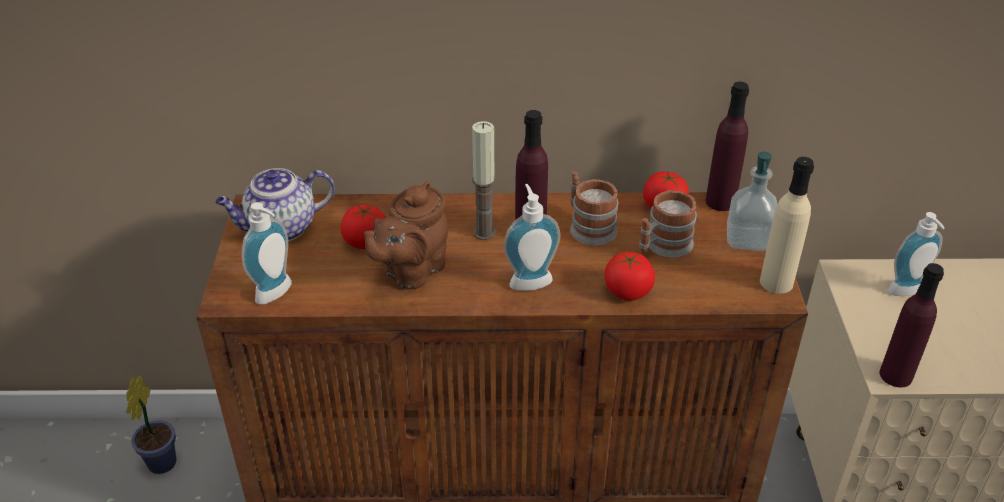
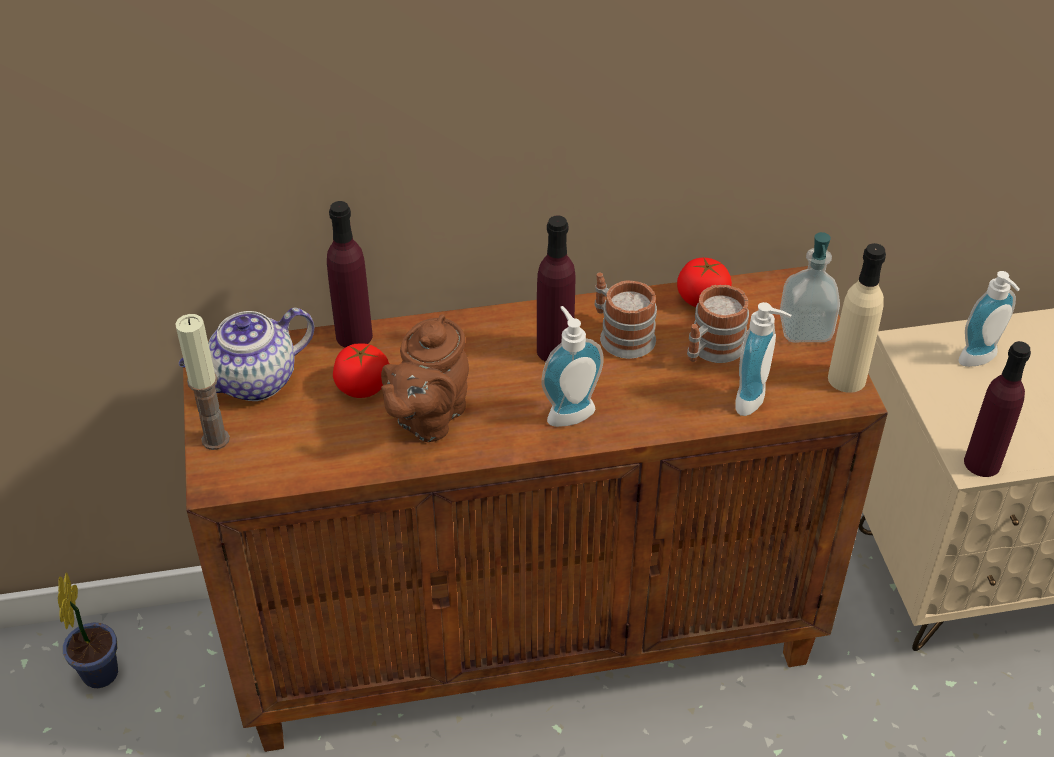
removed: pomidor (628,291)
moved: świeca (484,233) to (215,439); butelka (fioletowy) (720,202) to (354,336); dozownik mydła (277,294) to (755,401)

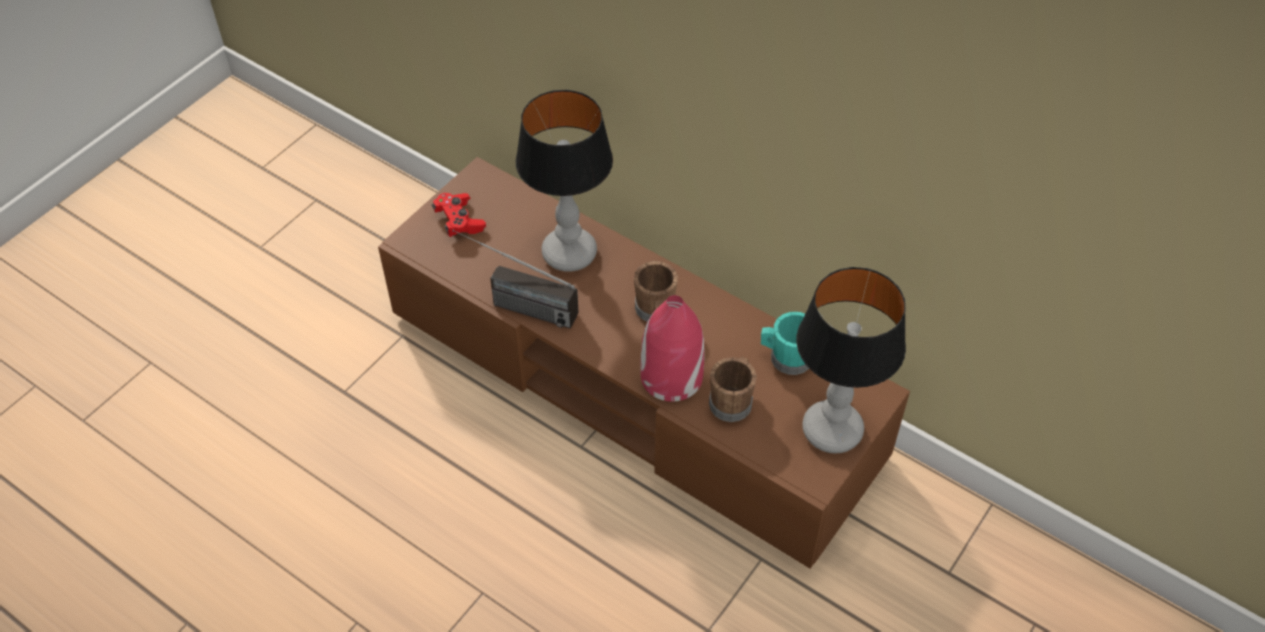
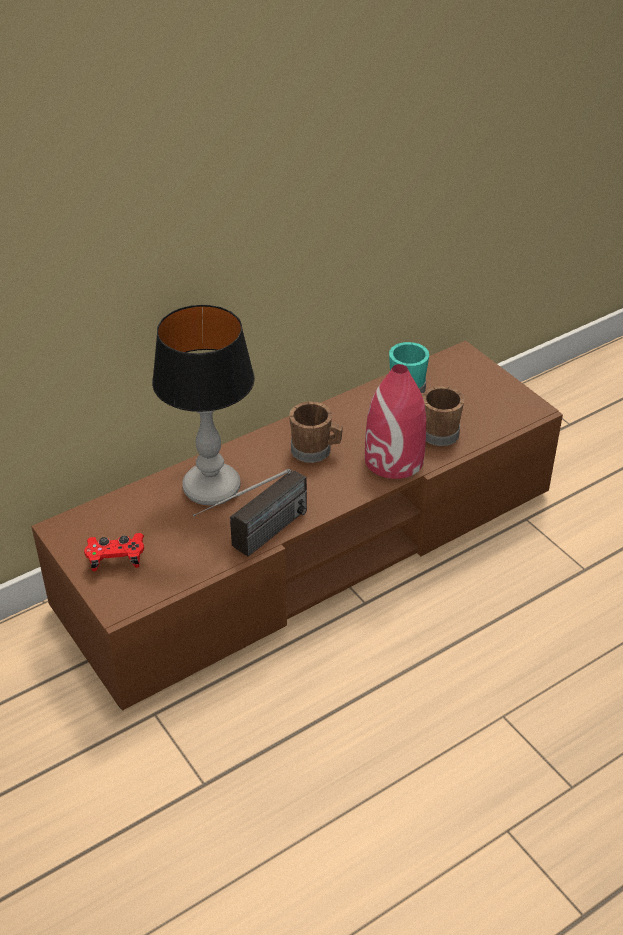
removed: lampa stołowa (831,429)

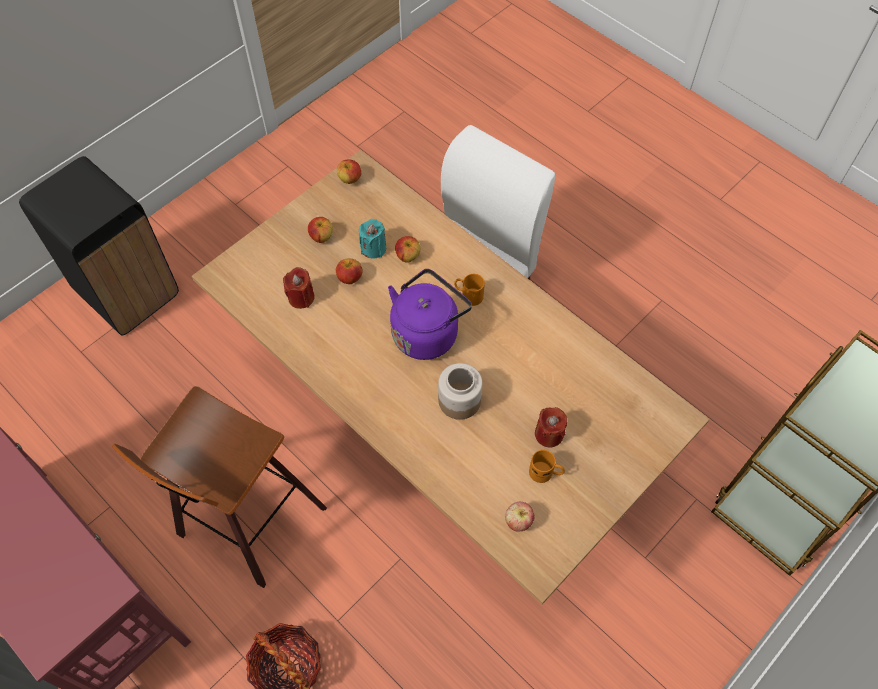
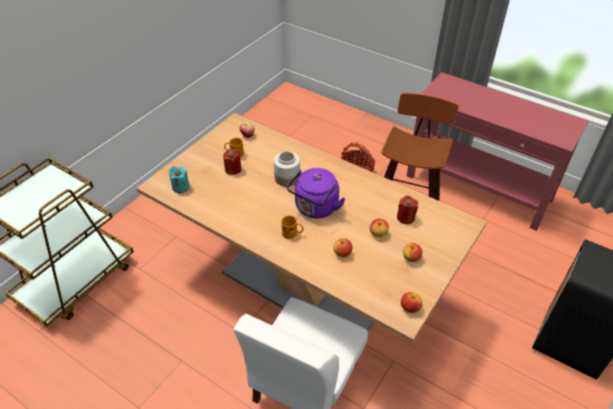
moved: świeca (turkusowy) (373,248) to (180,187)

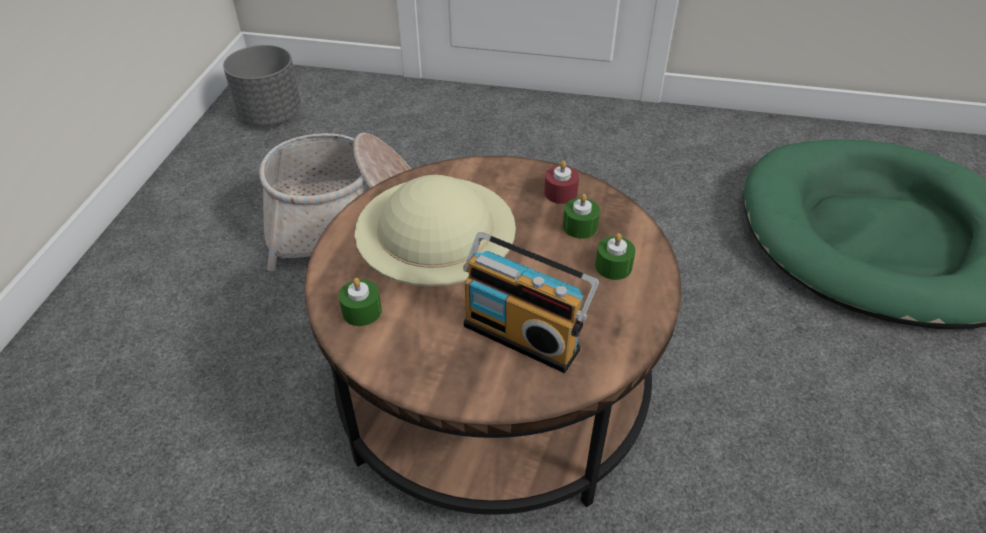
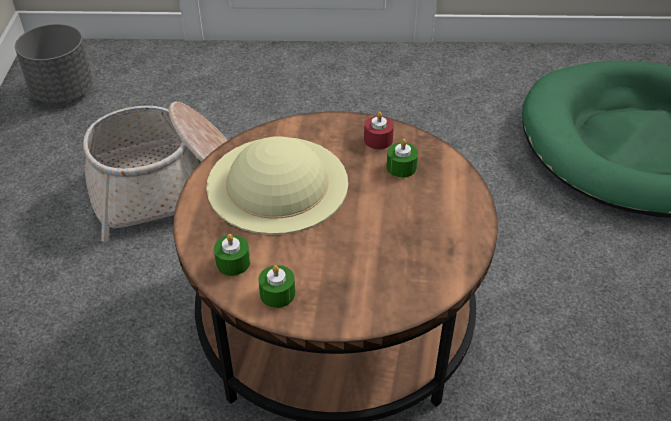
removed: radio (524,334)
moved: świeca (zielony) (613,266) to (277,293)

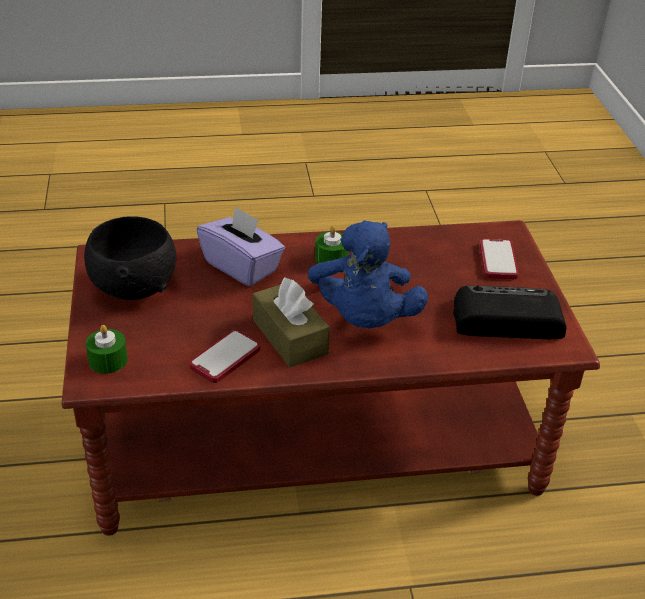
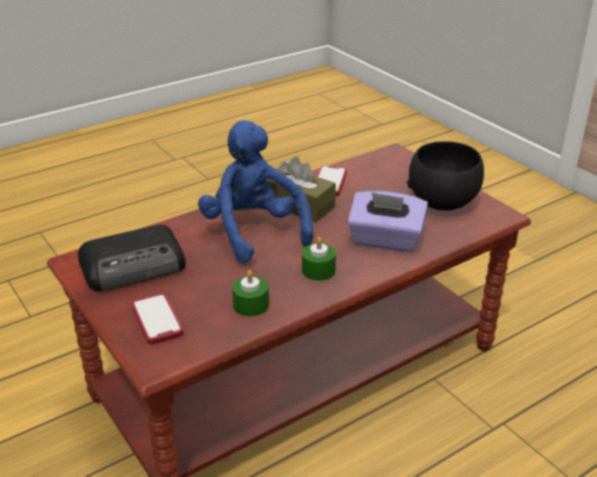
moved: świeca (zielony) (108,360) to (251,305)

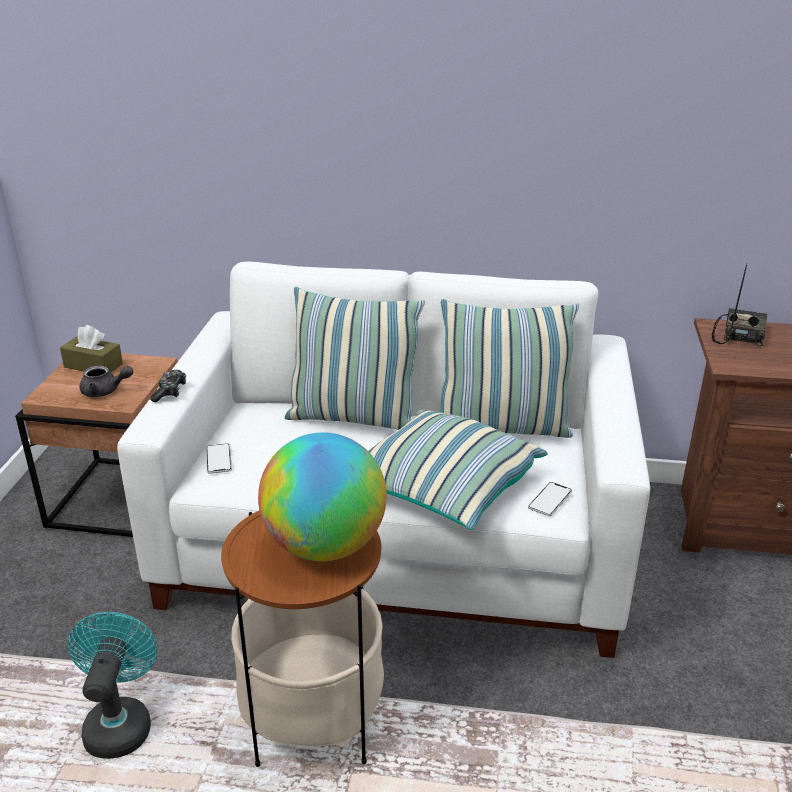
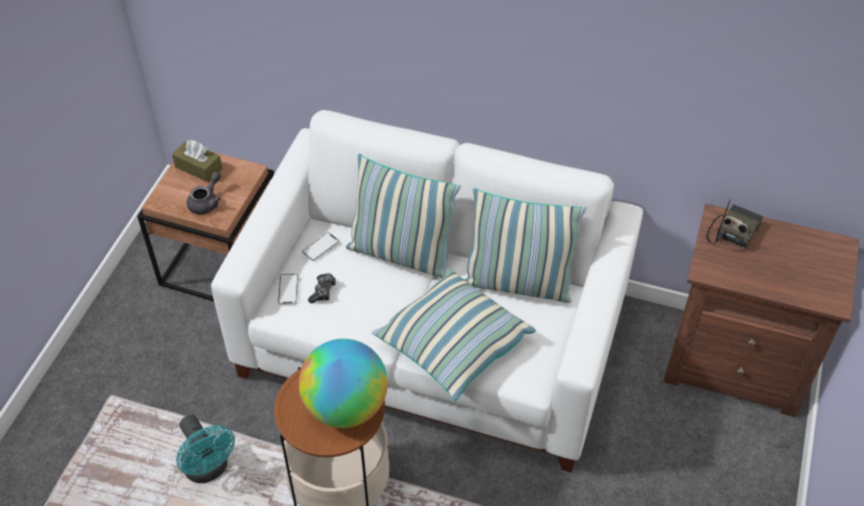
moved: telefon (550,500) to (320,247); pad do gier (170,392) to (323,291)
turned: wentylator (turkusowy) (120,722) = (209,469) 135 degrees clockwise; imbryk (szary) (105,391) = (206,202) 75 degrees counterclockwise

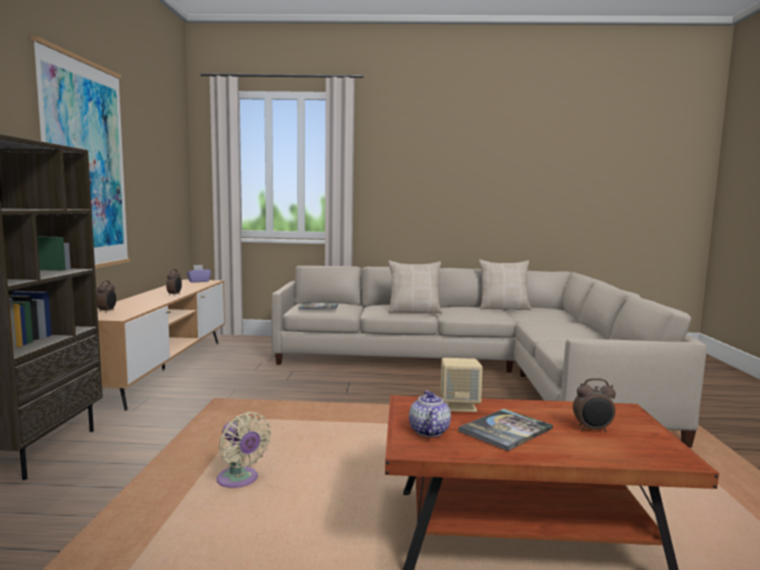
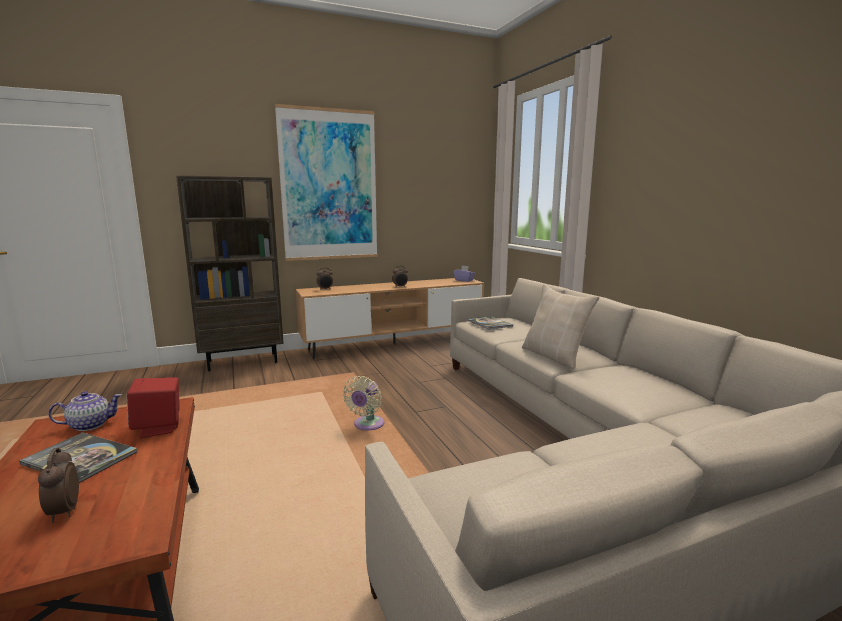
removed: poduszka (beżowy) (503,308)
moved: wentylator (beżowy) (239,480) to (367,425)
recoloured: głośnik (beżowy) (459,406) to głośnik (czerwony) (159,428)

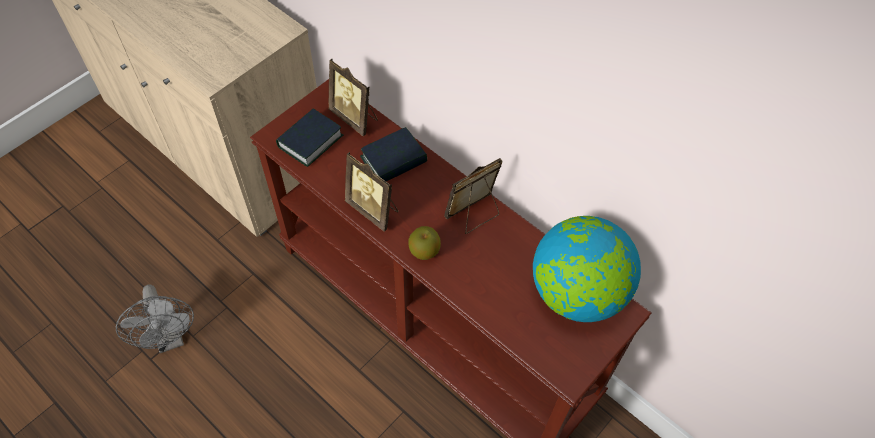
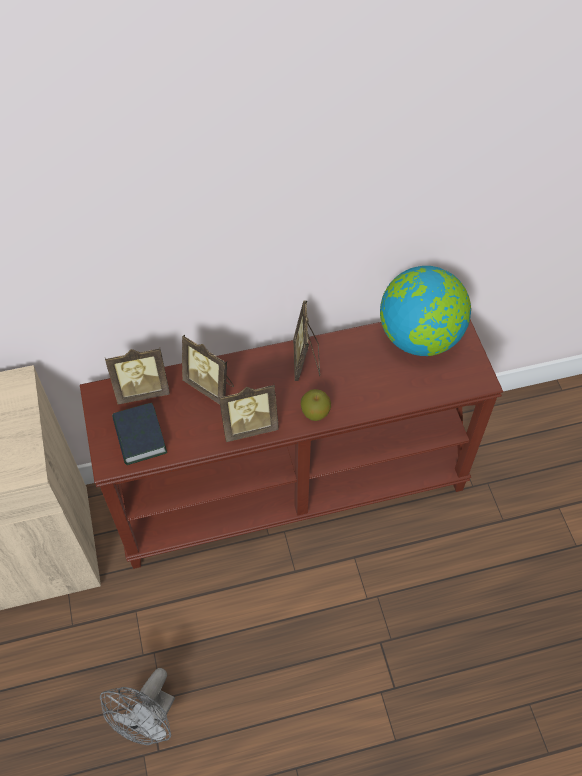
replaced: książka (394,160) to ramka na zdjęcie (210,386)
turned: wentylator (szary) (170,338) = (149,721) 105 degrees clockwise

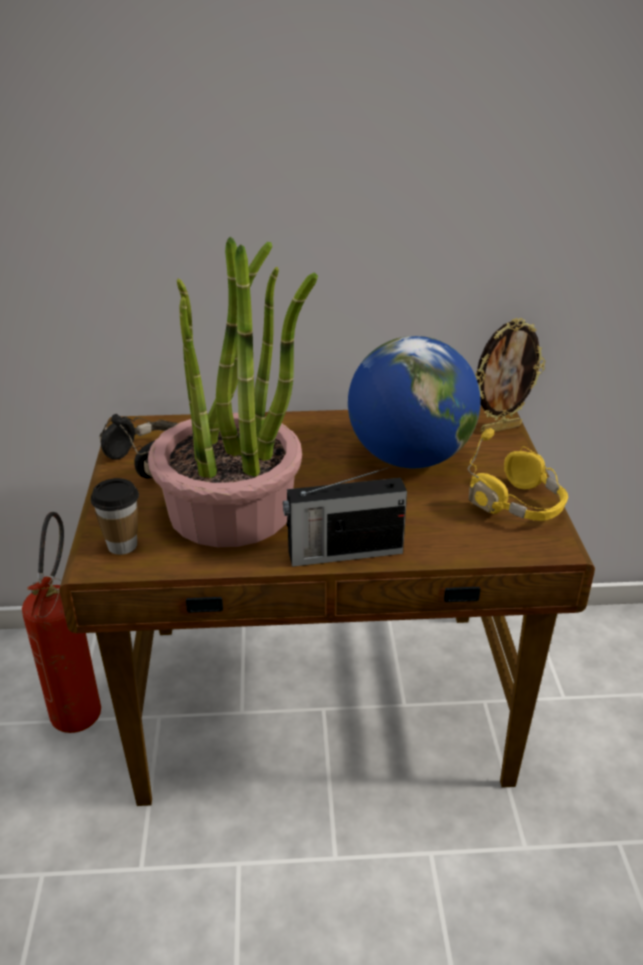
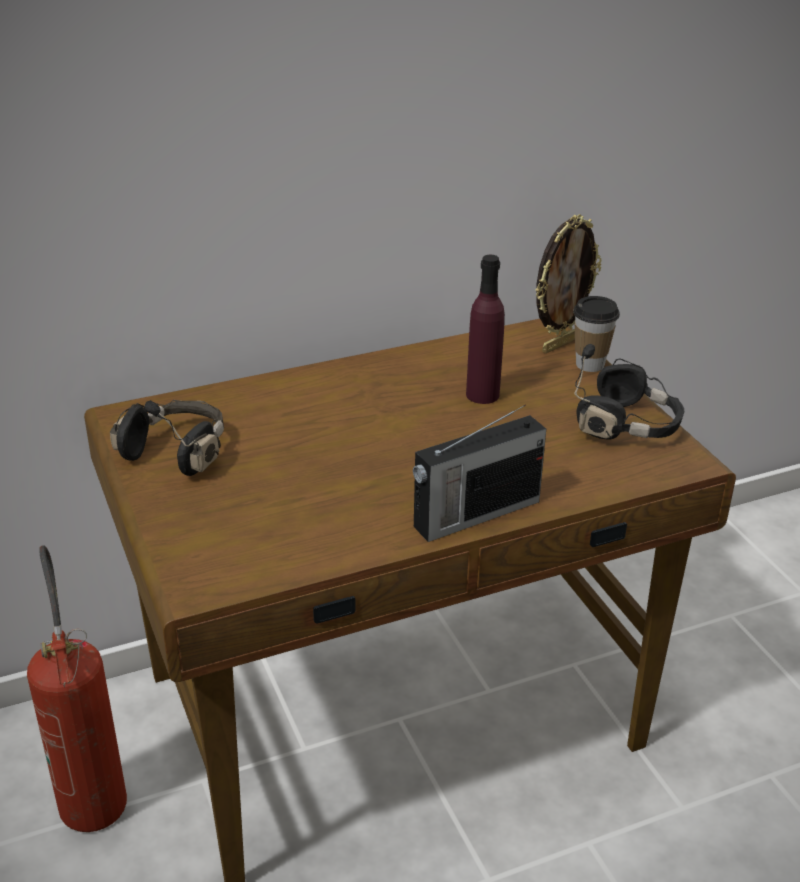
removed: roślina doniczkowa (232,510)
moved: filiżanka (122,545) to (590,364)
replaced: globus (410,458) to butelka (fioletowy) (482,394)
recoloured: słuchawki (żółty) (518,506) to słuchawki (czarny) (628,426)

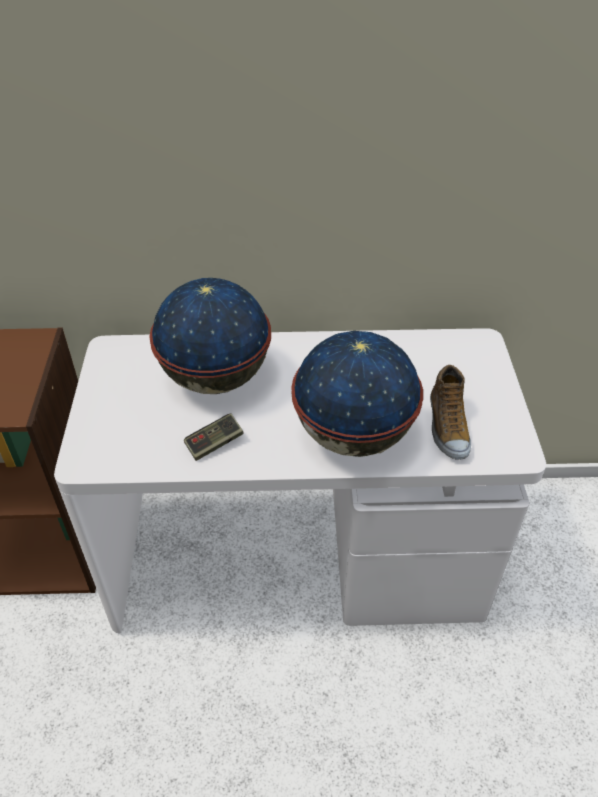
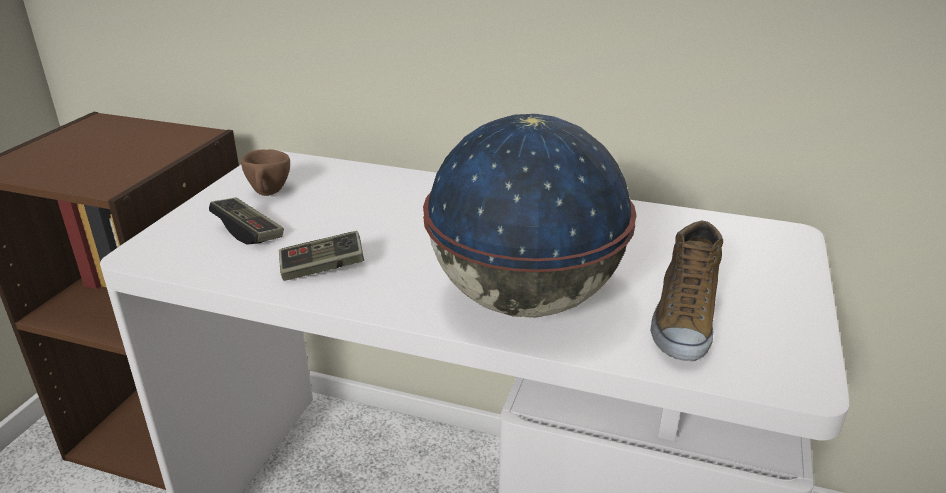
removed: globus (215,377)
added: pad do gier (248,231); filiżanka (brązowy) (269,194)

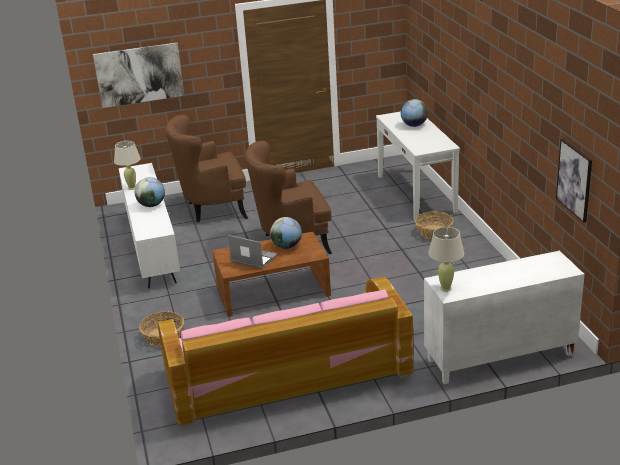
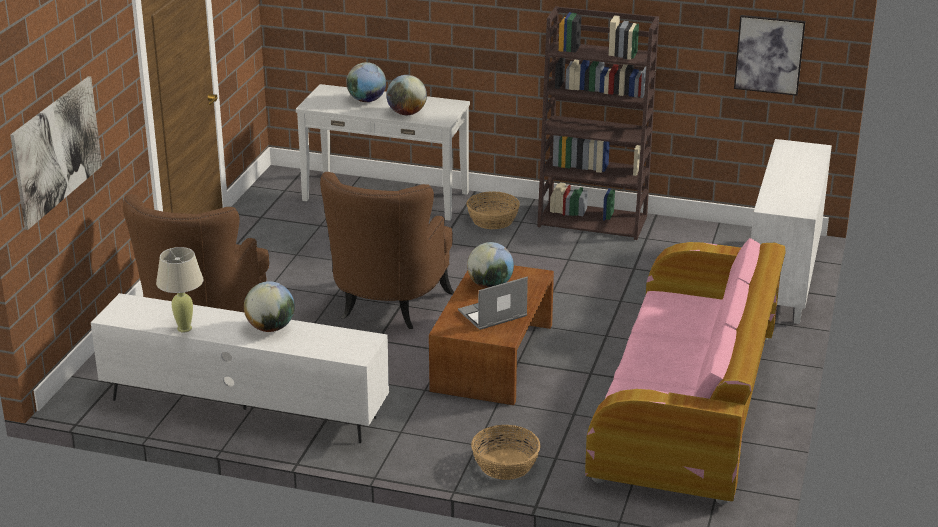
removed: lampa stołowa (beżowy) (446,288)
added: globus (407,113); regał (brązowy) (593,221)

